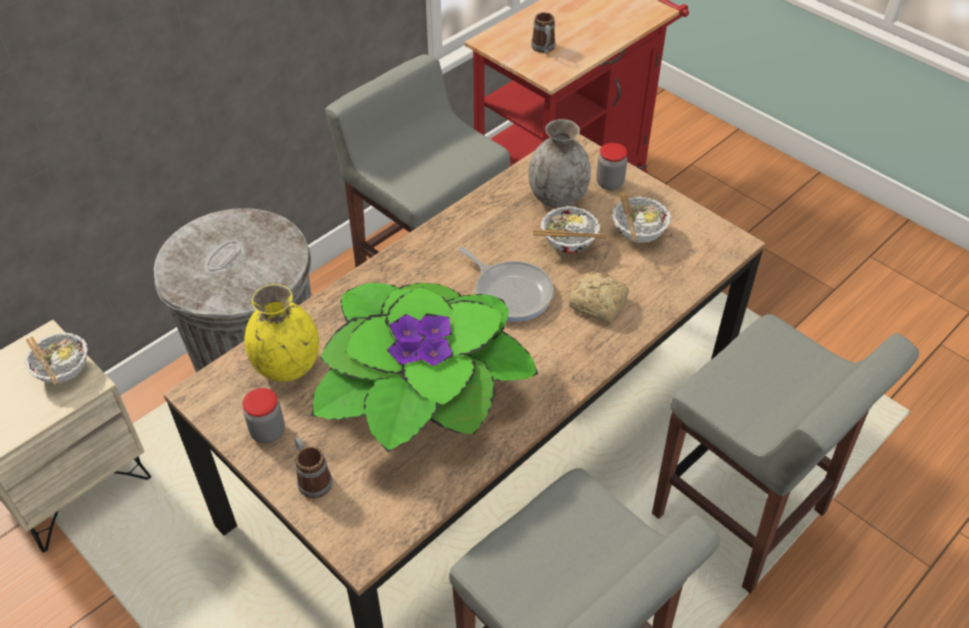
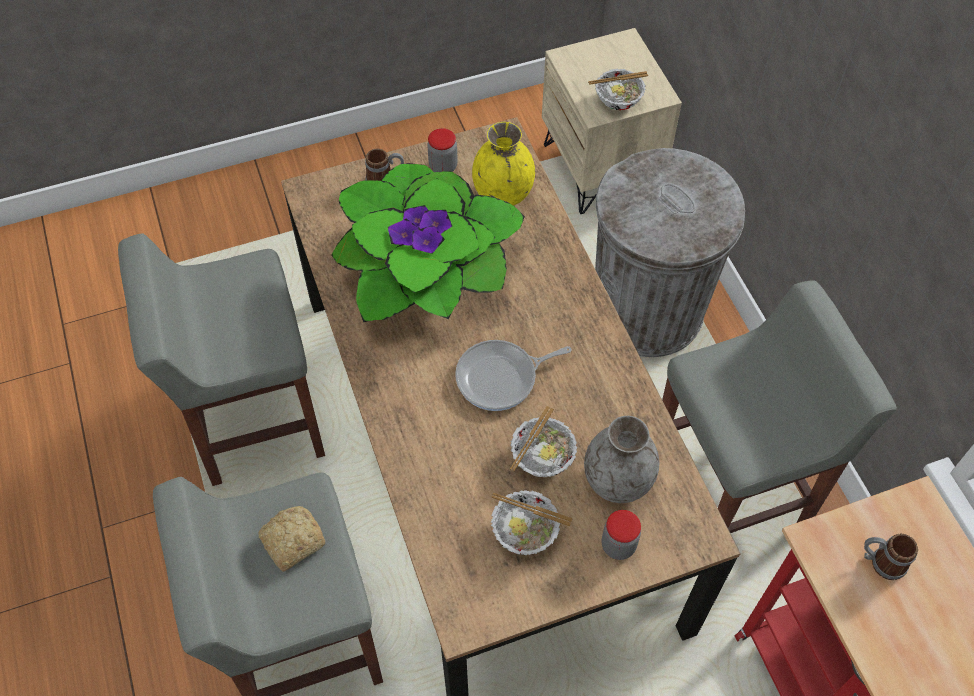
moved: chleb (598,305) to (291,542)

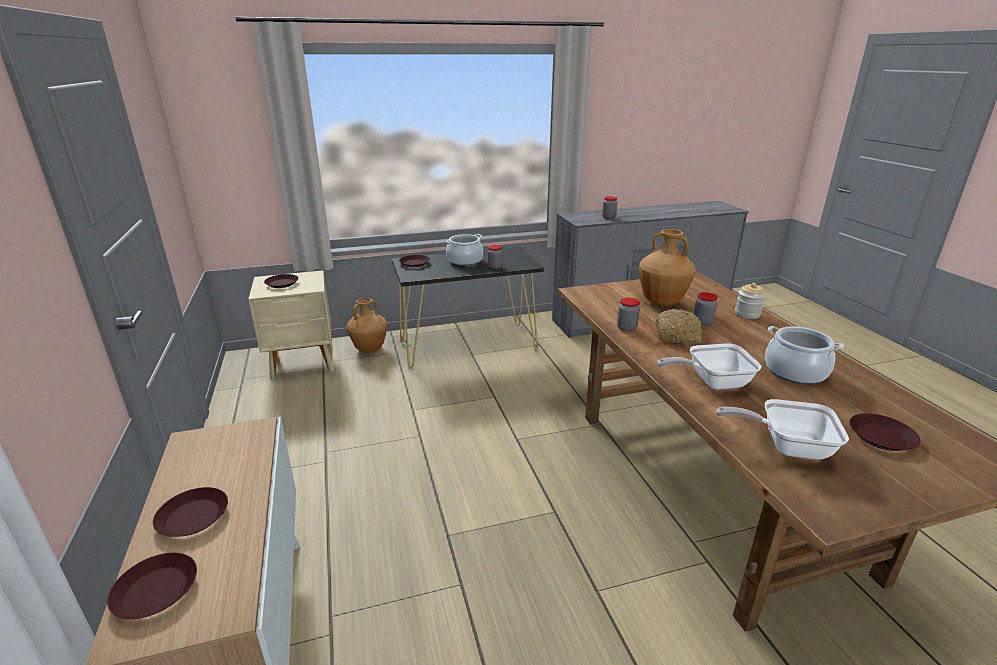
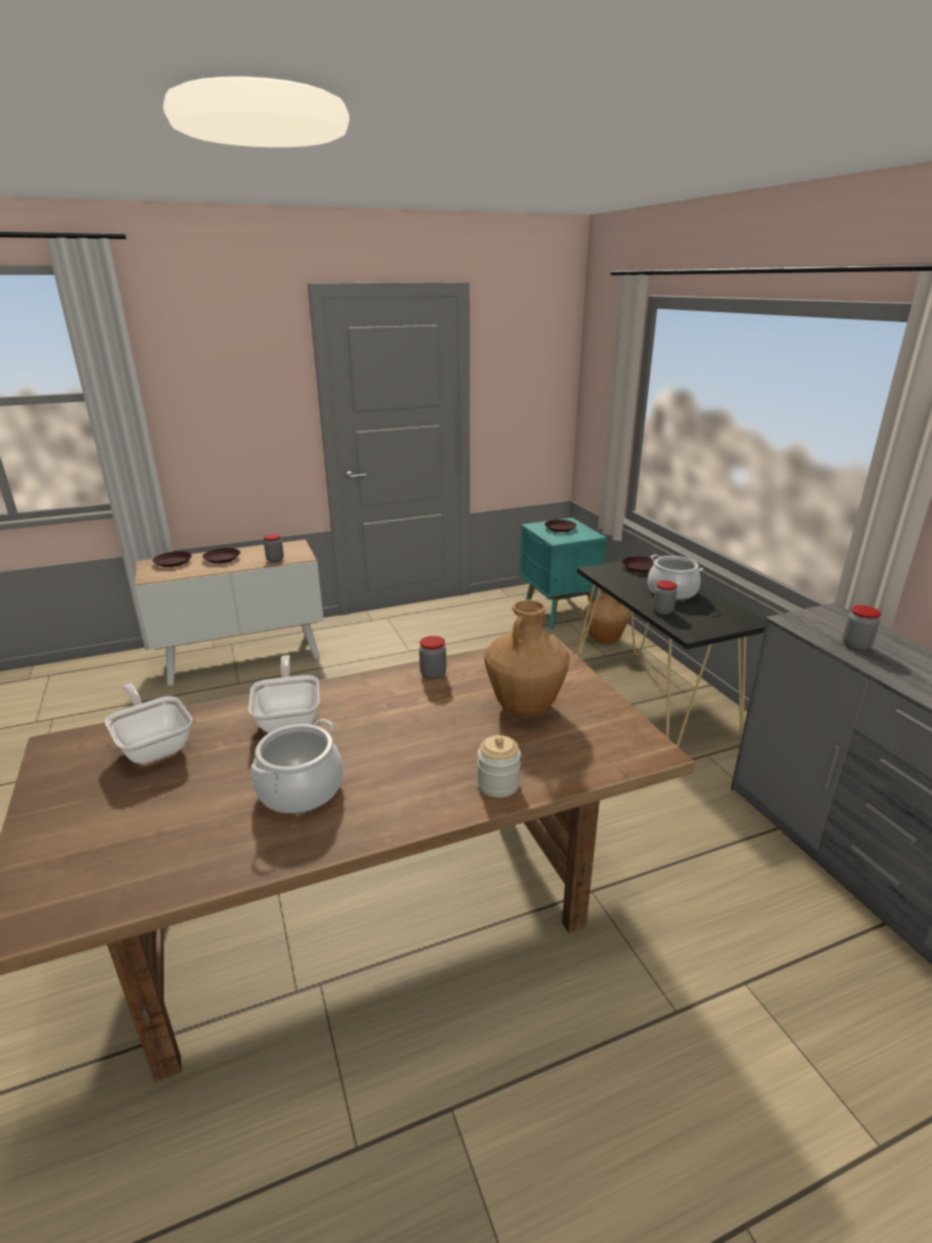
removed: chleb (678,335); talerz (brązowy) (881,437)
moved: słoik (702,322) to (275,560)
recoloured: szafka nocna (beżowy) (303,363) to szafka nocna (turkusowy) (559,613)
turned: patelnia (786,446) = (154,745) 45 degrees counterclockwise

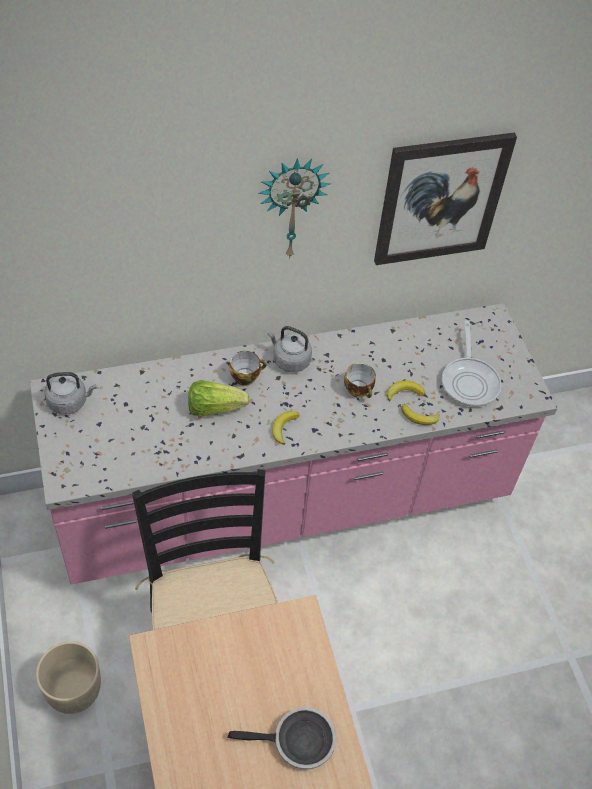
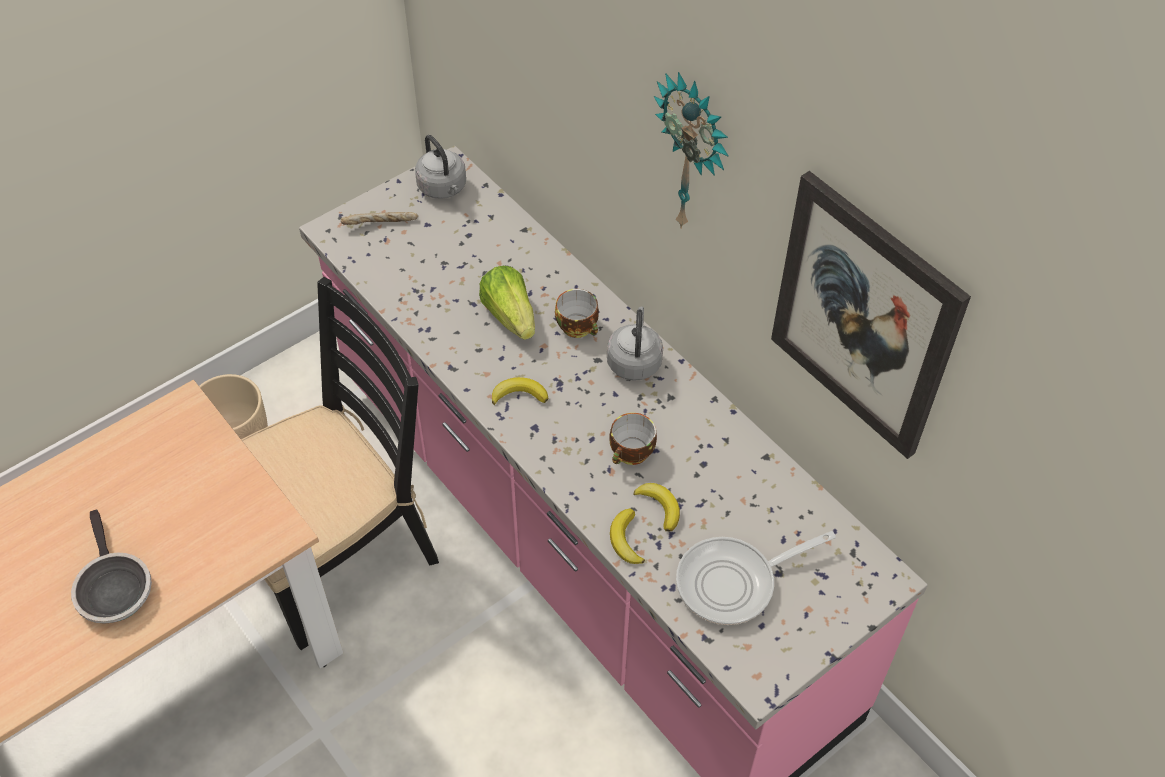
added: chleb (380,224)

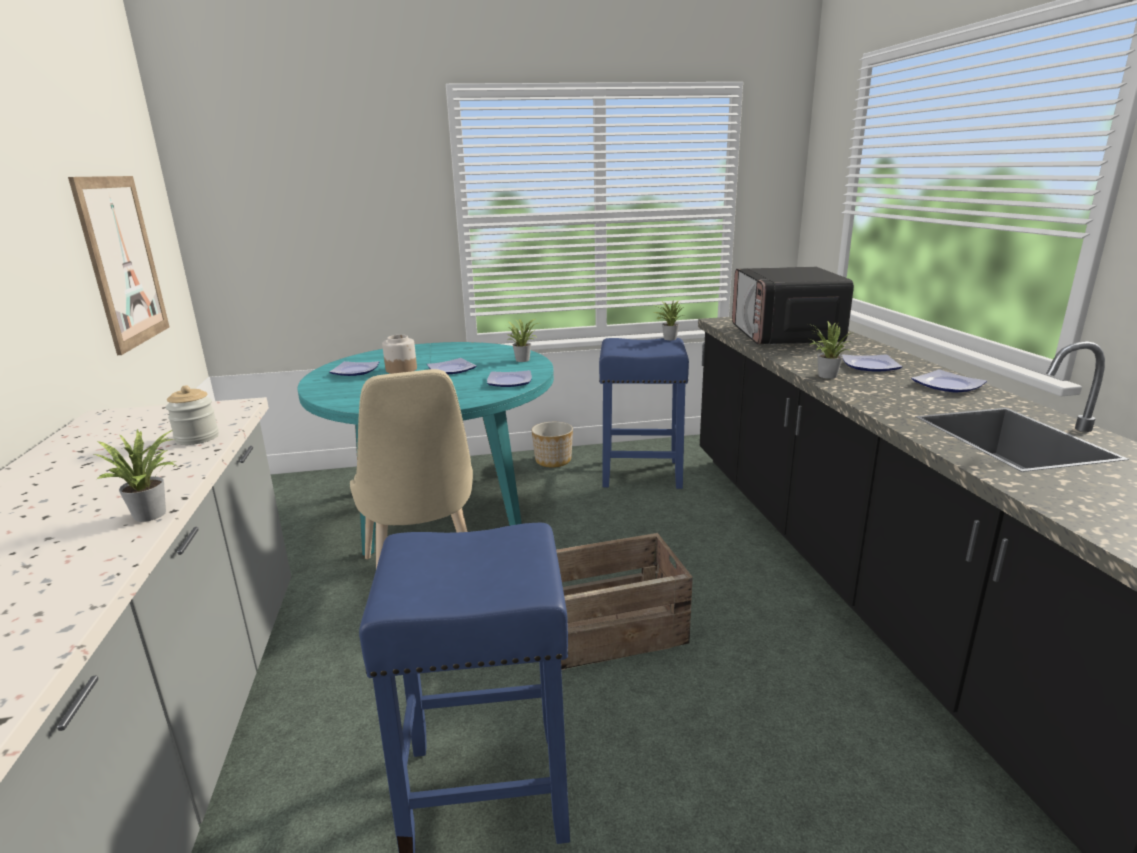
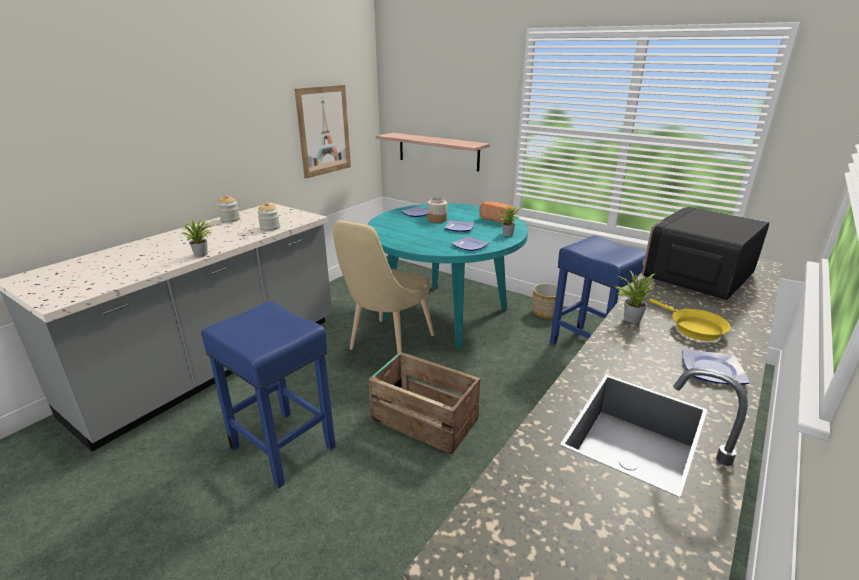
removed: roślina doniczkowa (668,338)
added: słoik (230,220); półka (438,151); chleb (497,219)
replaced: talerz (871,366) to patelnia (żółty) (693,328)

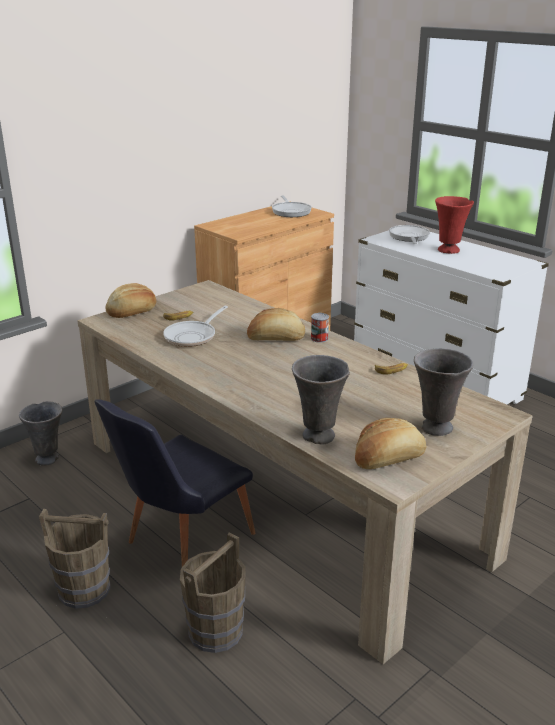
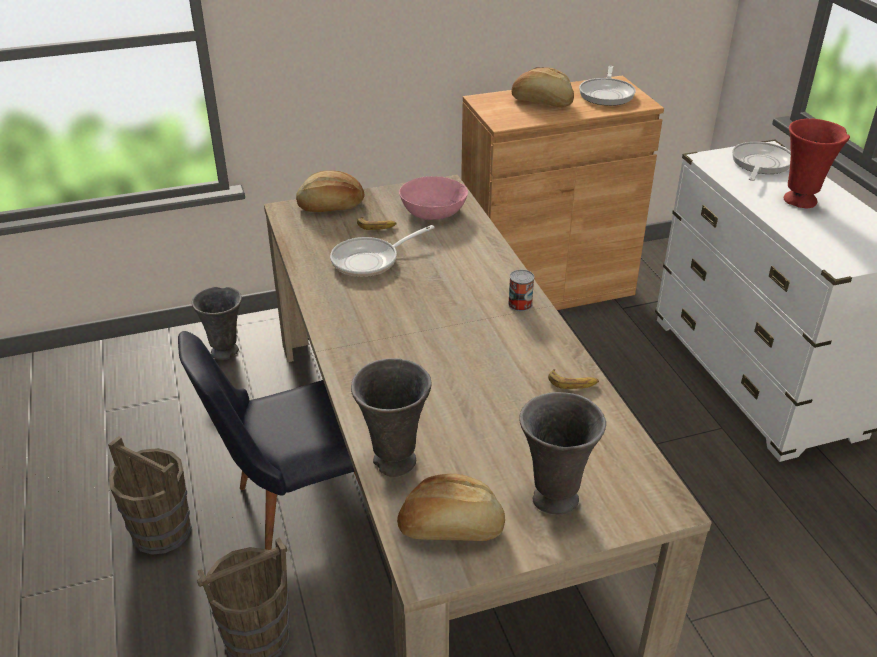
added: miska (różowy) (433,211)
moved: chleb (276,339) to (542,102)

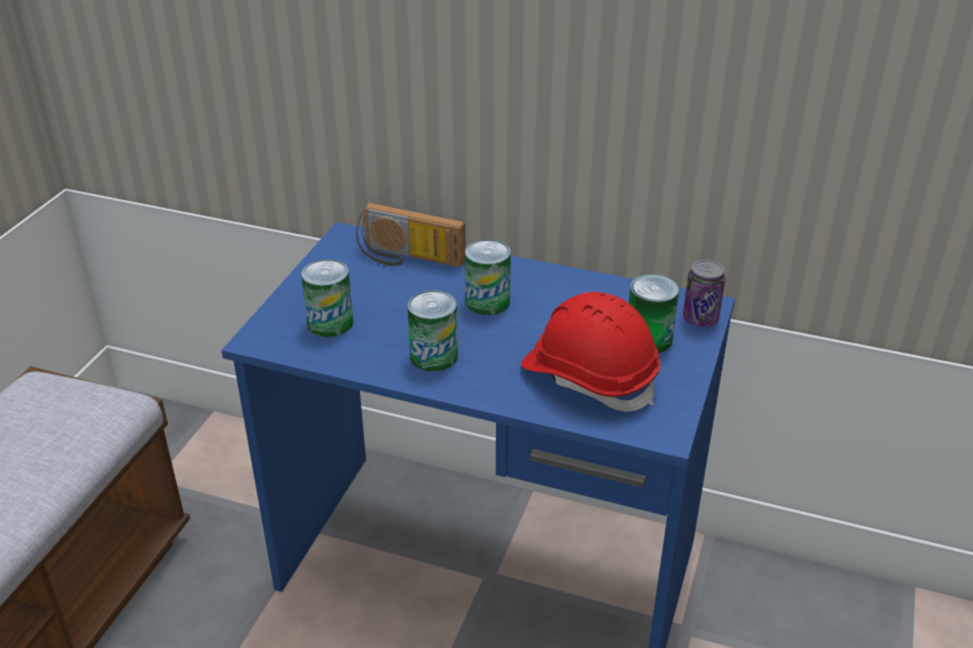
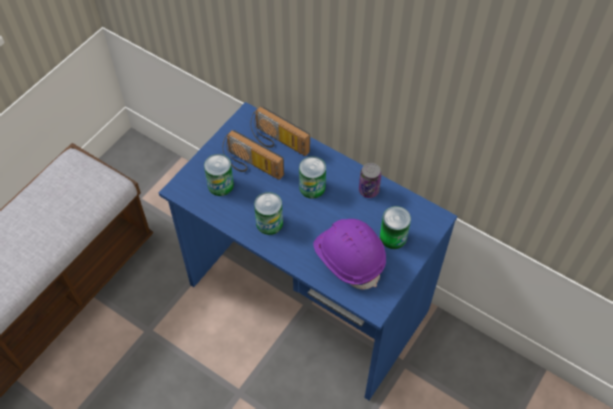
added: radio (251,166)
moved: puszka (700,319) to (368,190)
recoloured: kask (czerwony) (589,377) to kask (fioletowy) (349,258)

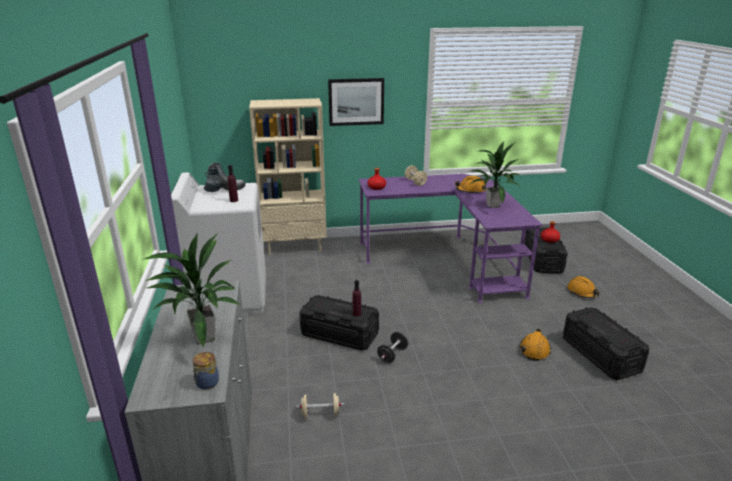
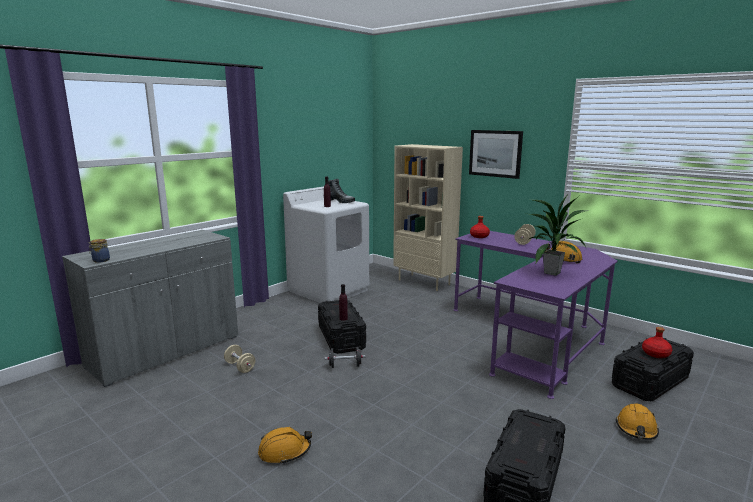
removed: roślina doniczkowa (203,338)
moved: kask (pomarańczowy) (534,349) to (284,451)

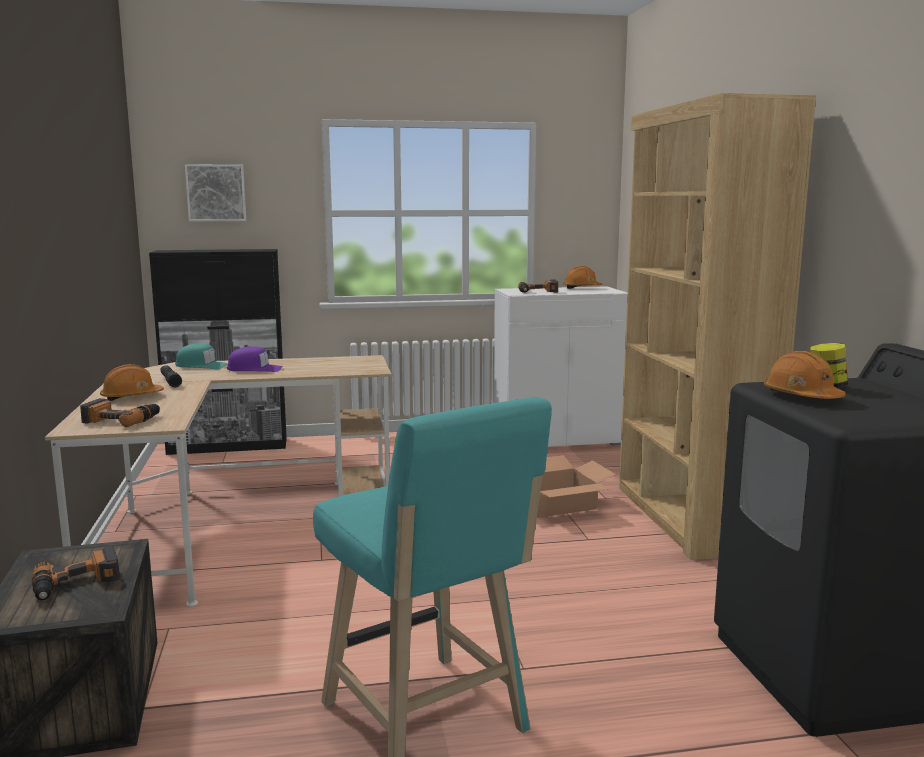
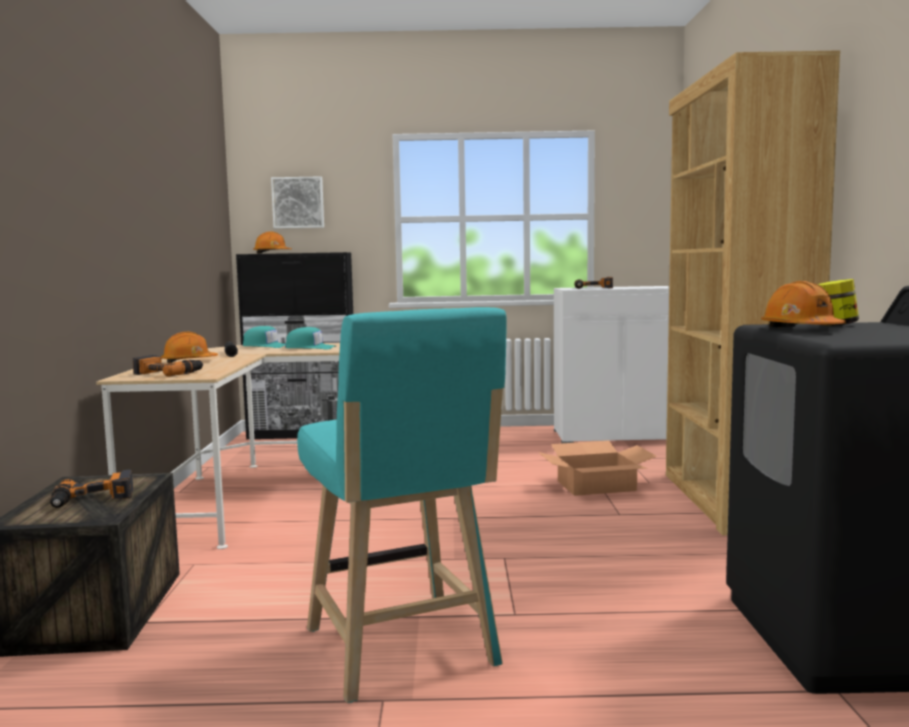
moved: kask (pomarańczowy) (581,288) to (272,253)
recoloured: czapka z daszkiem (fioletowy) (255,369) to czapka z daszkiem (turkusowy) (310,348)

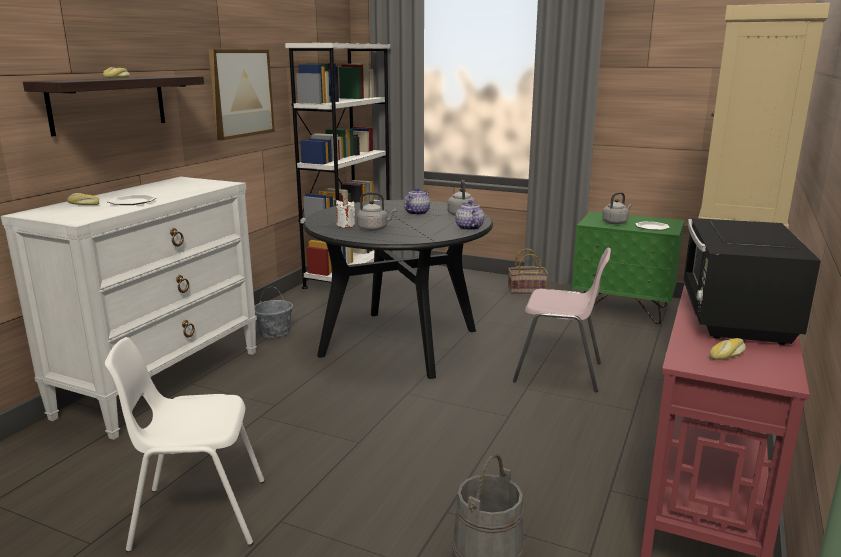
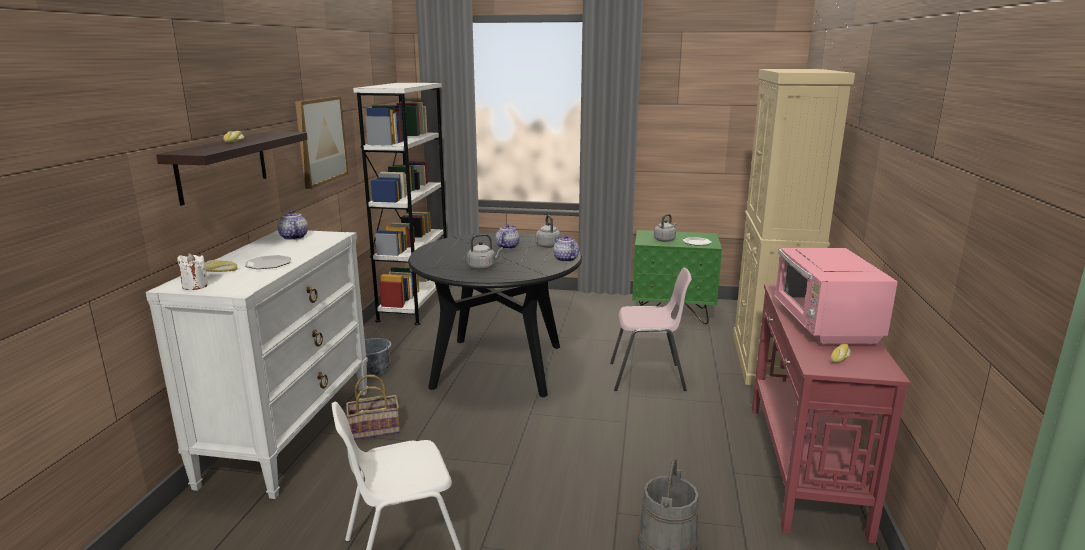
added: imbryk (293,237)
moved: świeca (biały) (345,225) to (195,286); koszyk (527,290) to (375,429)
recoloured: mikrofalówka (czarny) (734,318) to mikrofalówka (różowy) (824,325)

